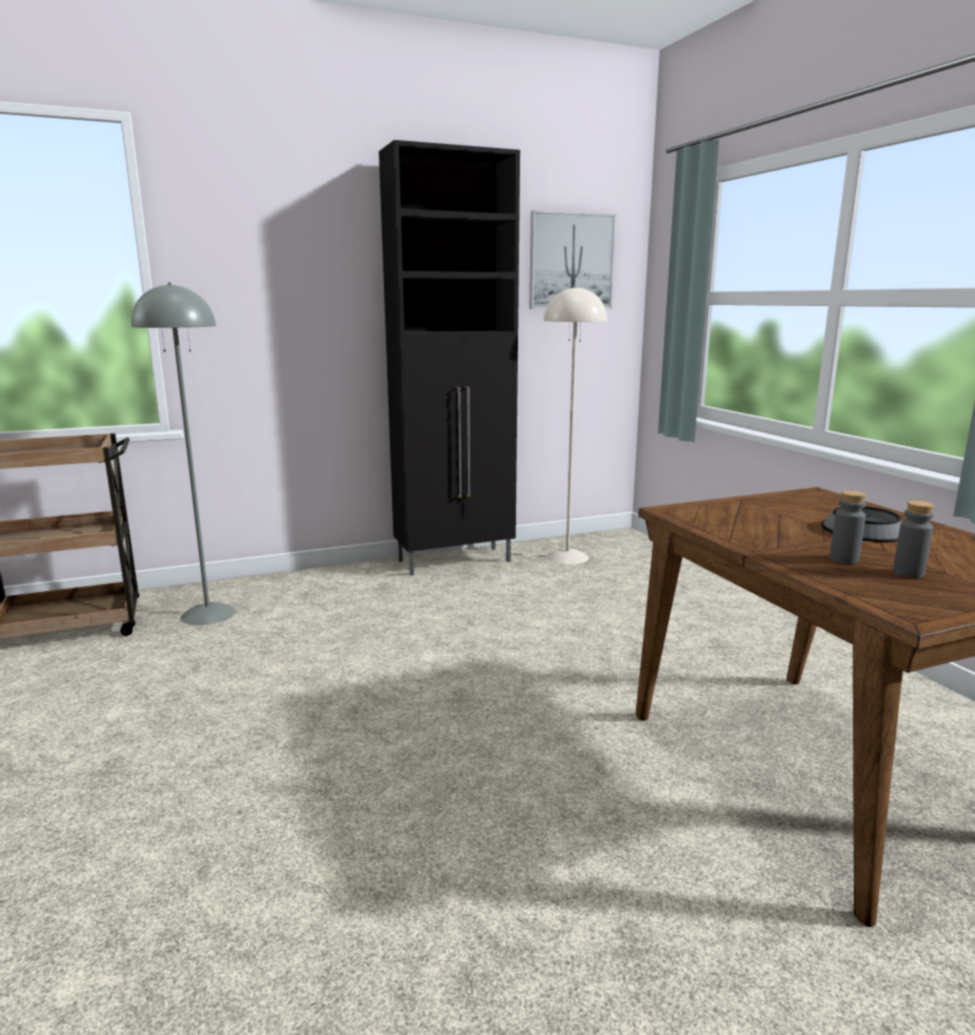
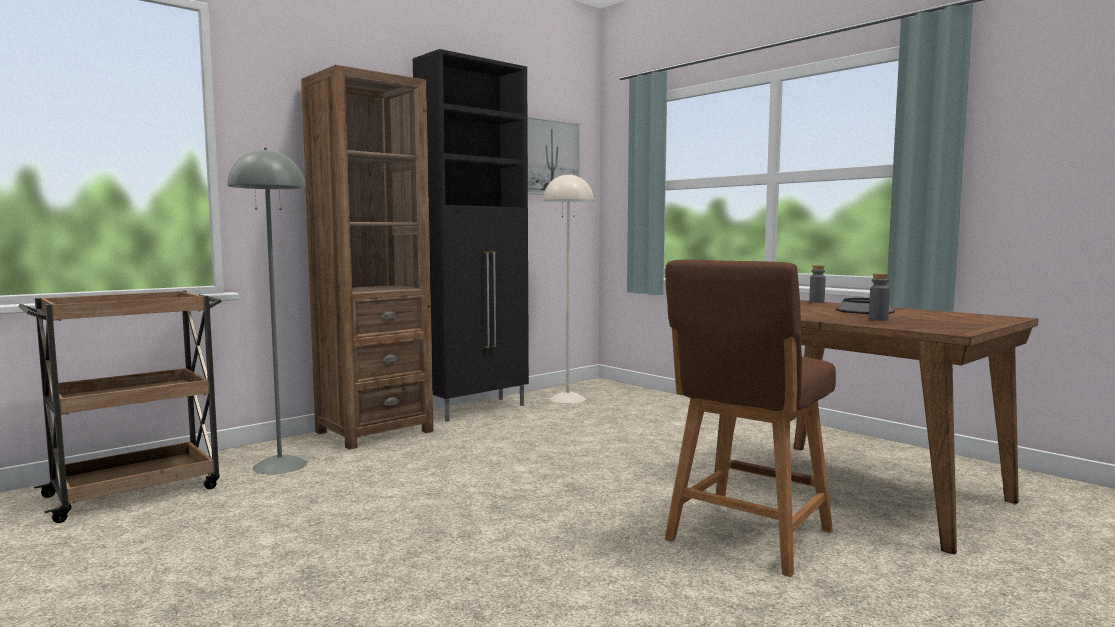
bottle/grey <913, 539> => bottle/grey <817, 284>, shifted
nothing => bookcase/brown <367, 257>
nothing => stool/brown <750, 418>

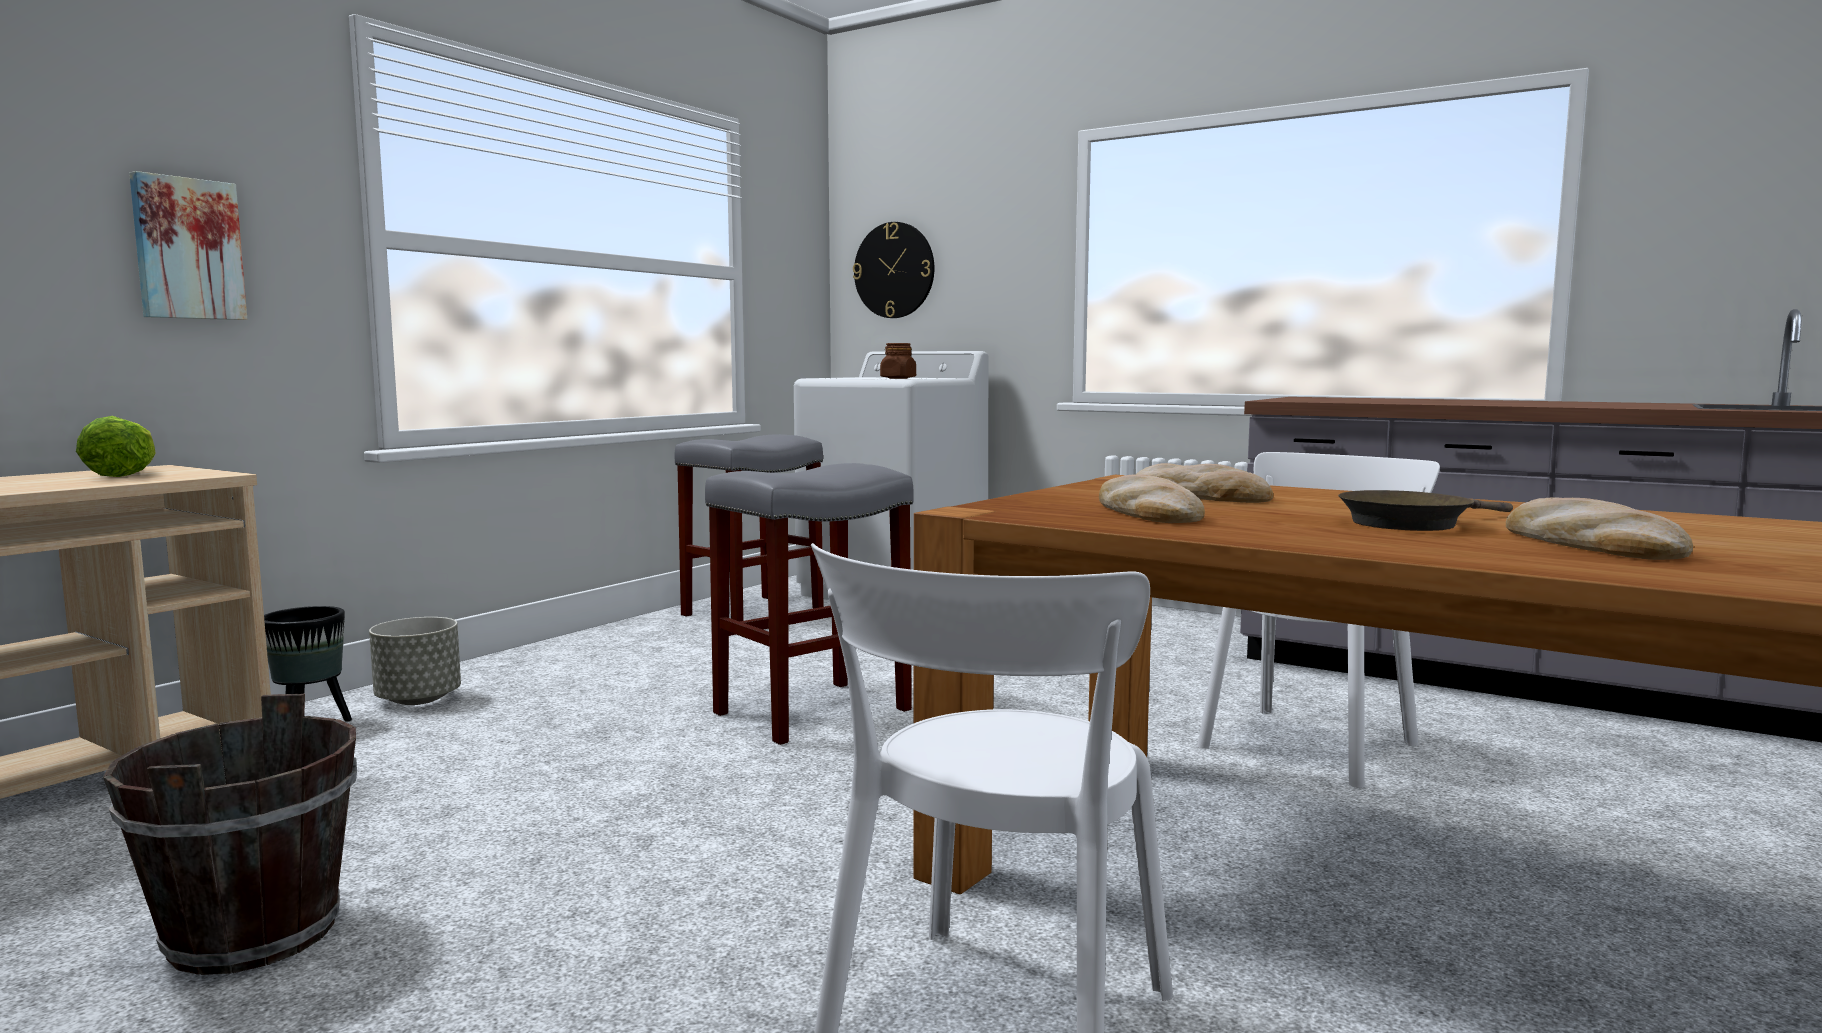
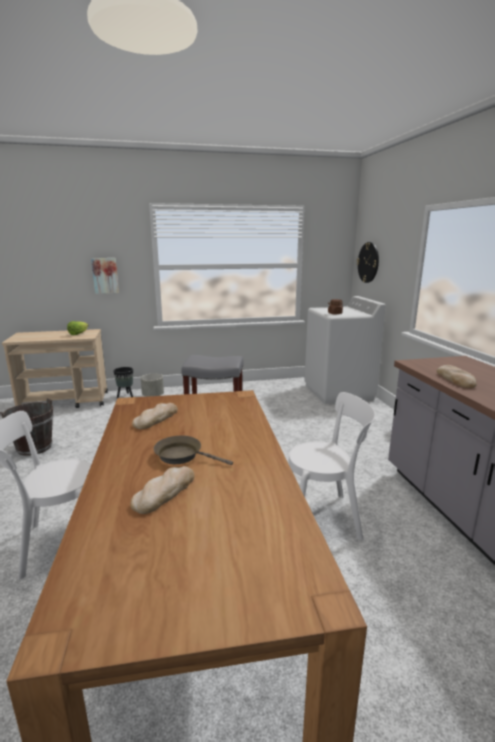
stool/grey <749, 528> => nothing
bread <1205, 483> => bread <457, 376>, shifted

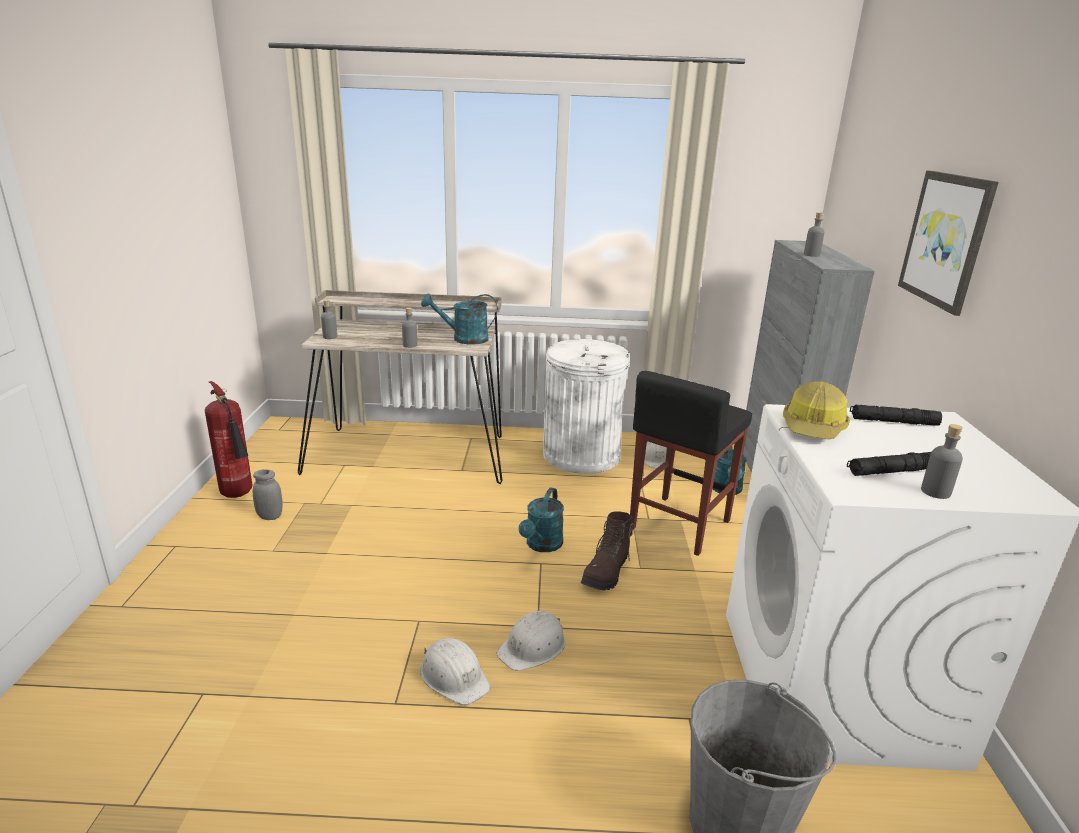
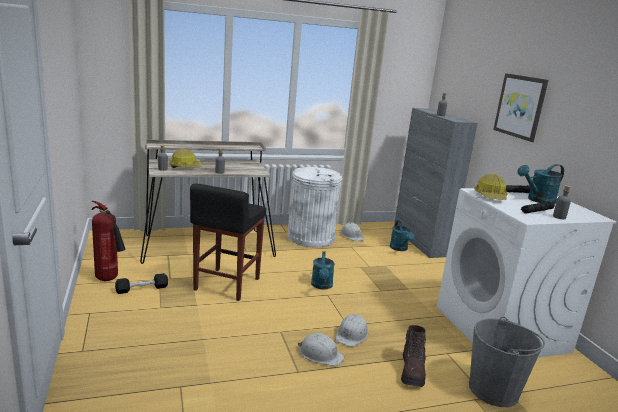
watering can/turquoise <459, 319> => watering can/turquoise <540, 184>, shifted
stool/black <691, 463> => stool/black <228, 242>, shifted
jar/grey <267, 494> => dumbbell/black <141, 283>
boot/brown <608, 551> => boot/brown <413, 356>, shifted
nothing => hard hat <186, 158>

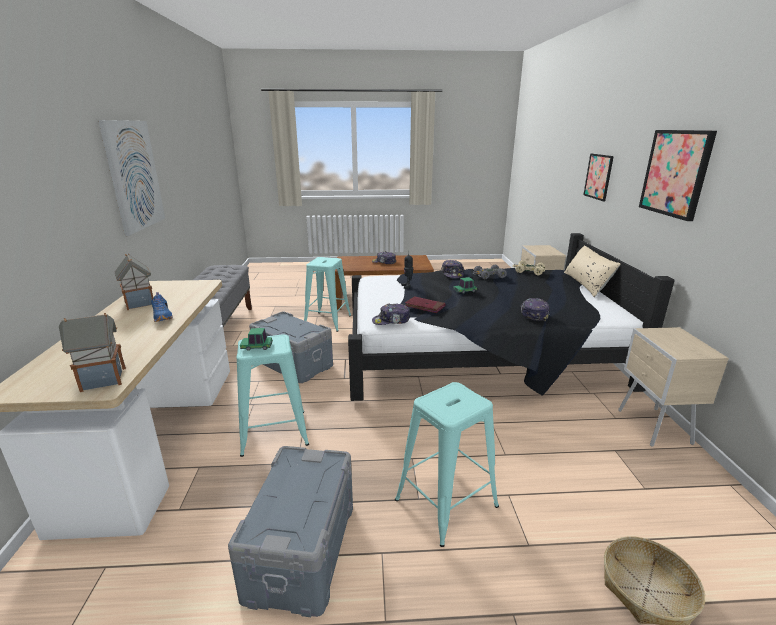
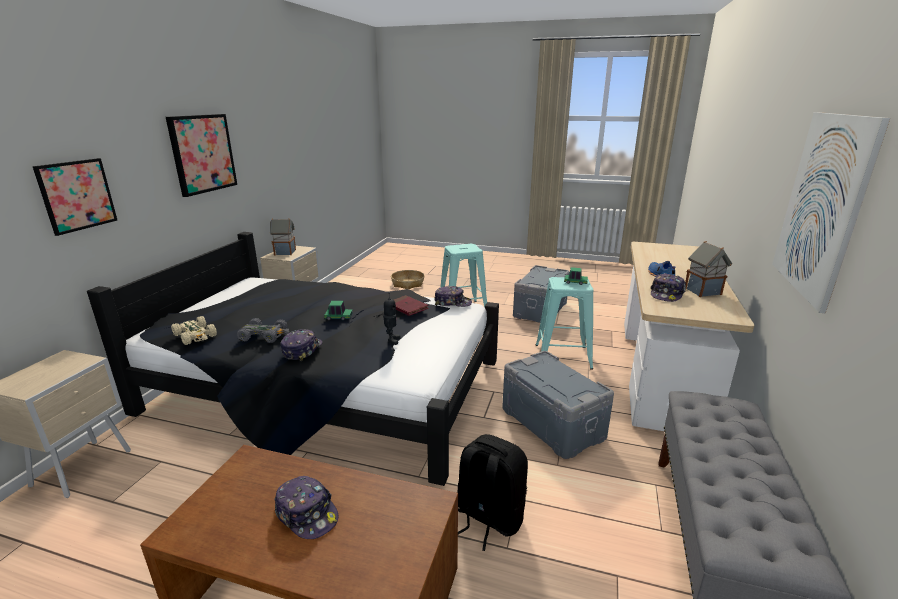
pillow/beige <592, 272> => nothing
stool/turquoise <327, 294> => backpack/black <493, 492>
cap <535, 309> => cap <668, 287>, shifted
toy house <92, 352> => toy house <283, 236>, shifted

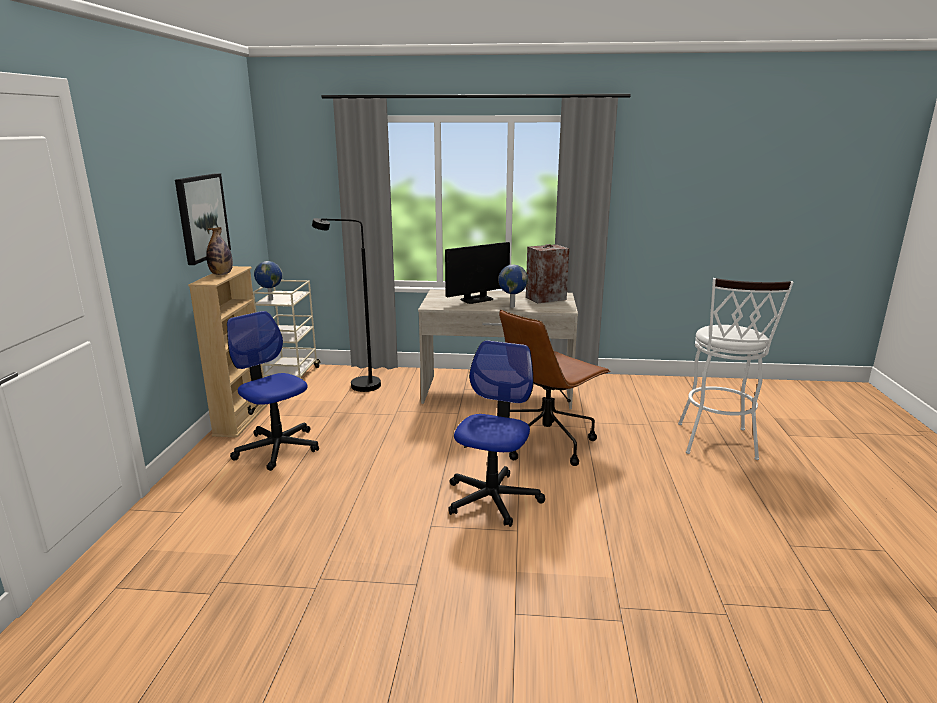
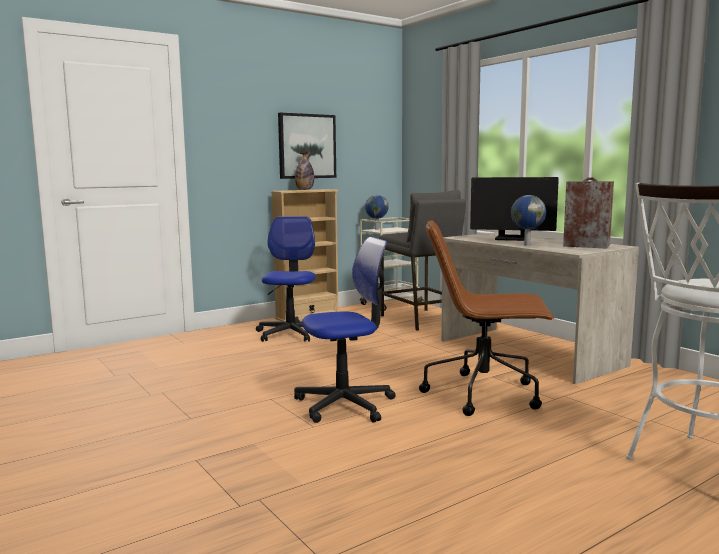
floor lamp/black <346, 305> => stool/grey <422, 260>

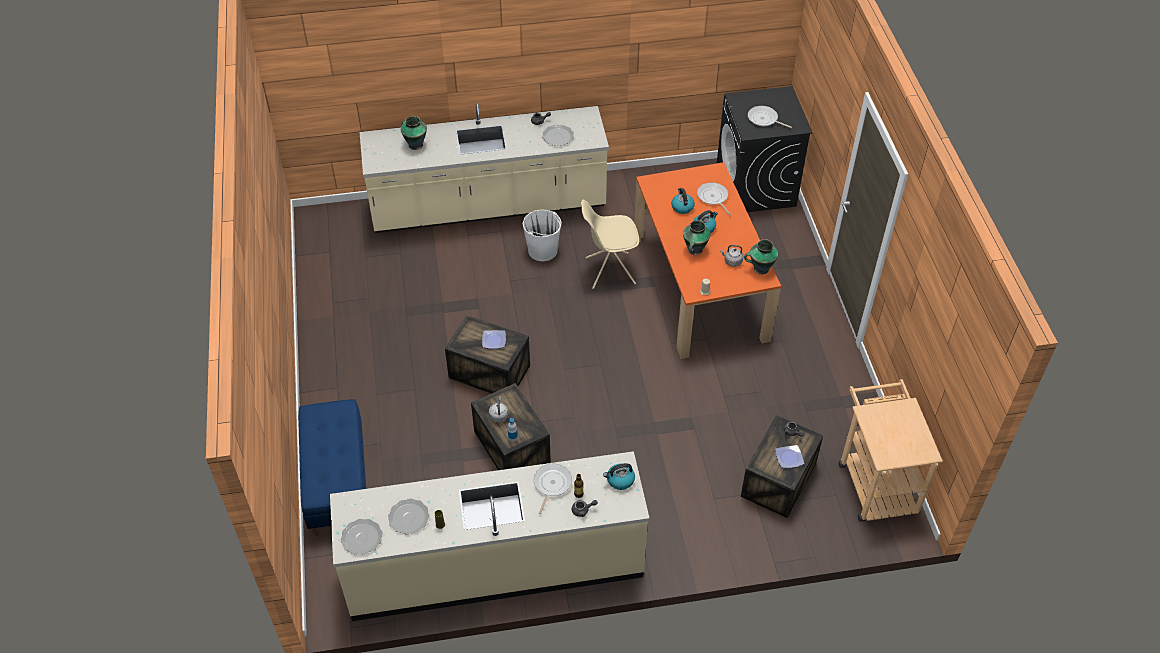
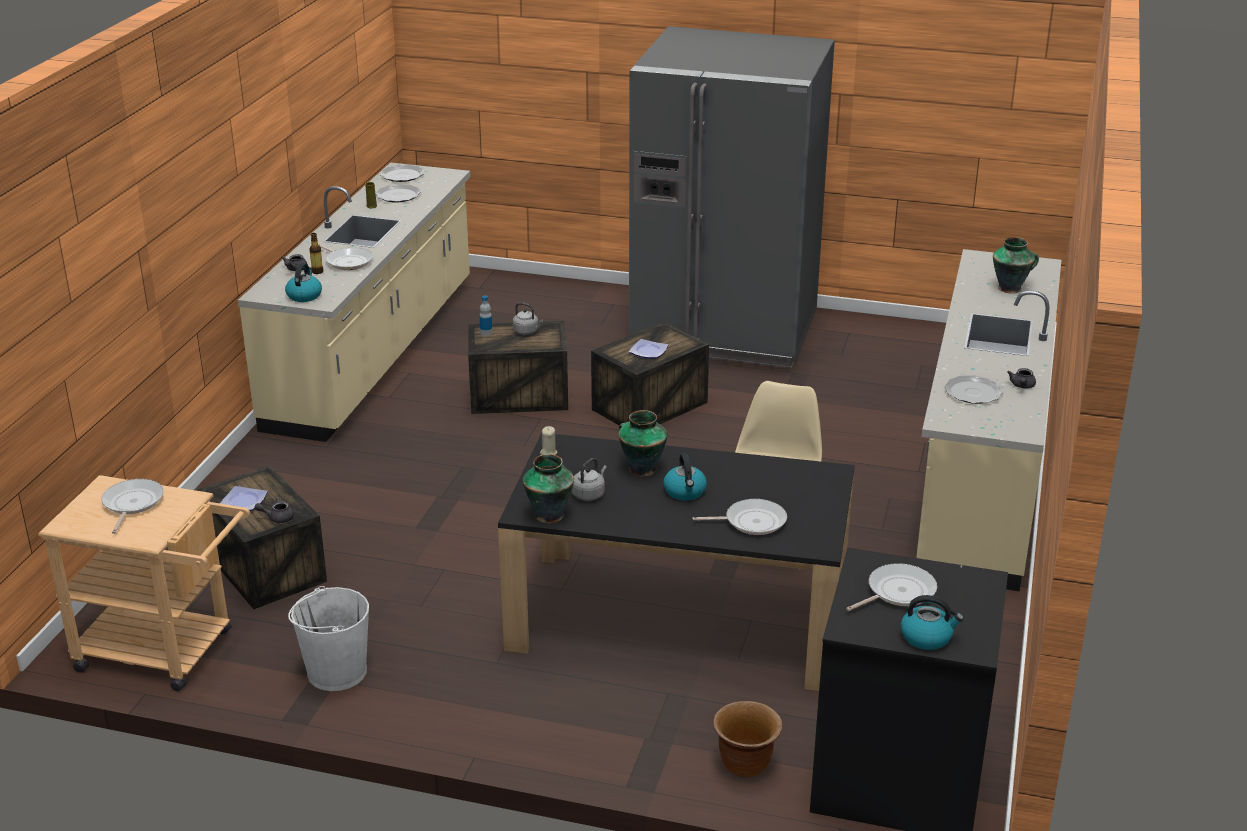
dining table/orange <707, 260> => dining table/black <676, 562>
kettle <683, 201> => kettle <932, 622>, shifted
bucket/white <542, 235> => bucket/white <328, 638>, shifted
bench/blue <332, 467> => nothing
nothing => fridge/grey <732, 197>
nothing => frying pan <132, 506>
nothing => planter/brown <747, 739>

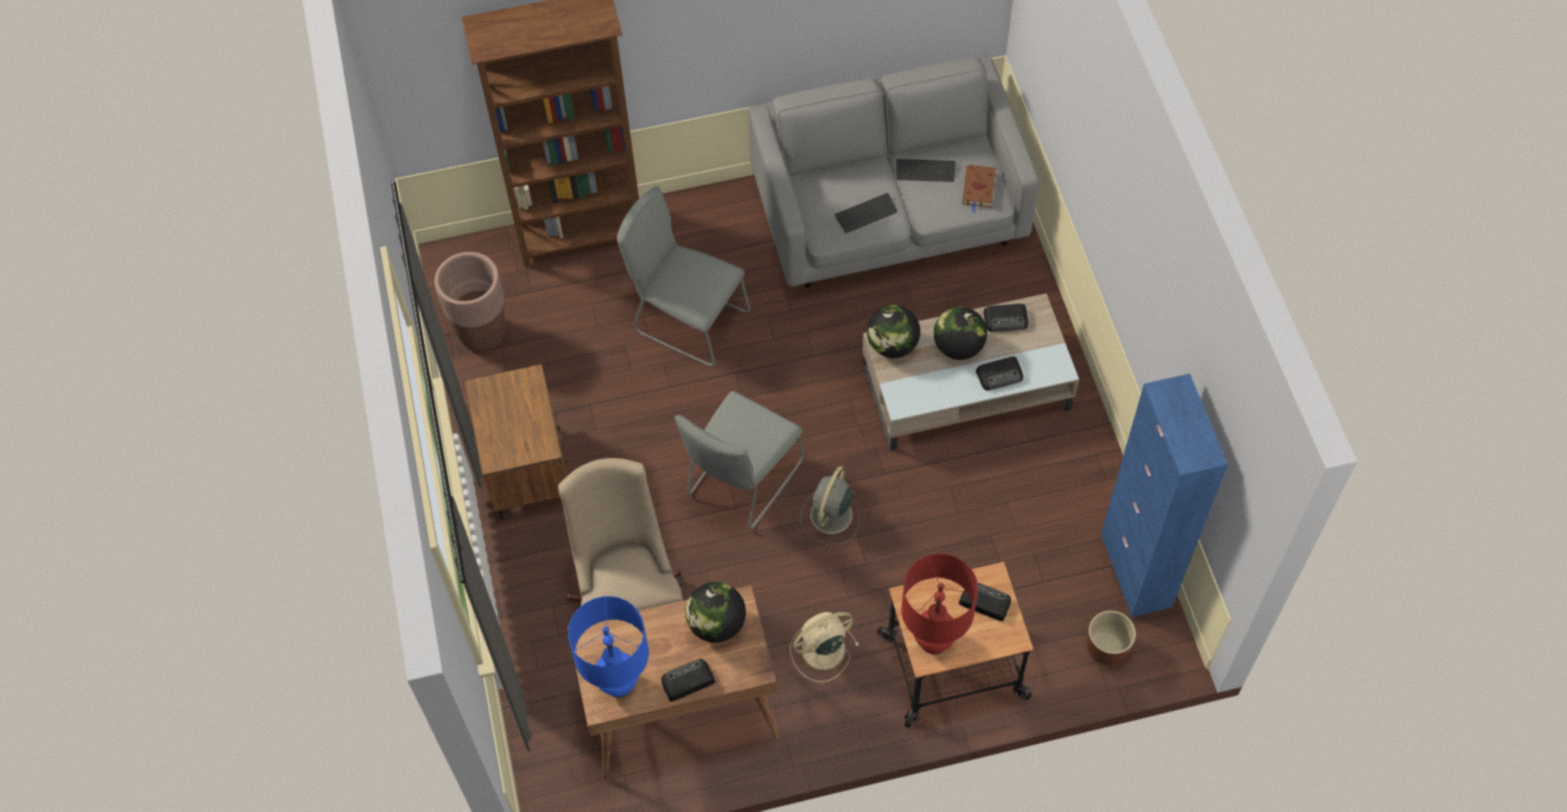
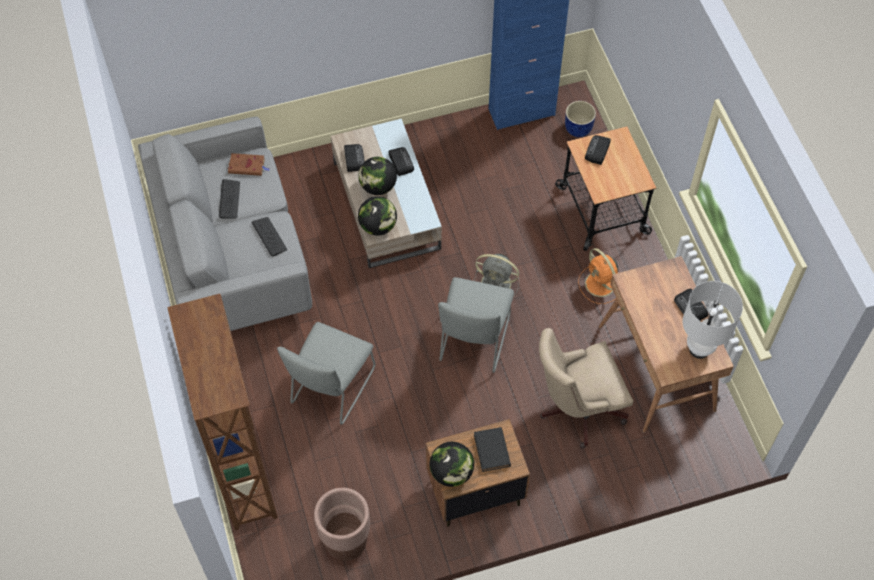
chair/grey <739, 460> => chair/grey <476, 325>, 75 degrees clockwise
table lamp/red <939, 604> => nothing
globe <715, 612> => globe <452, 464>, shifted
table lamp/blue <608, 646> => table lamp/white <713, 320>
planter/brown <1111, 638> => planter/blue <580, 119>
fan/beige <824, 647> => fan/orange <598, 276>
nothing => book/black <492, 449>

